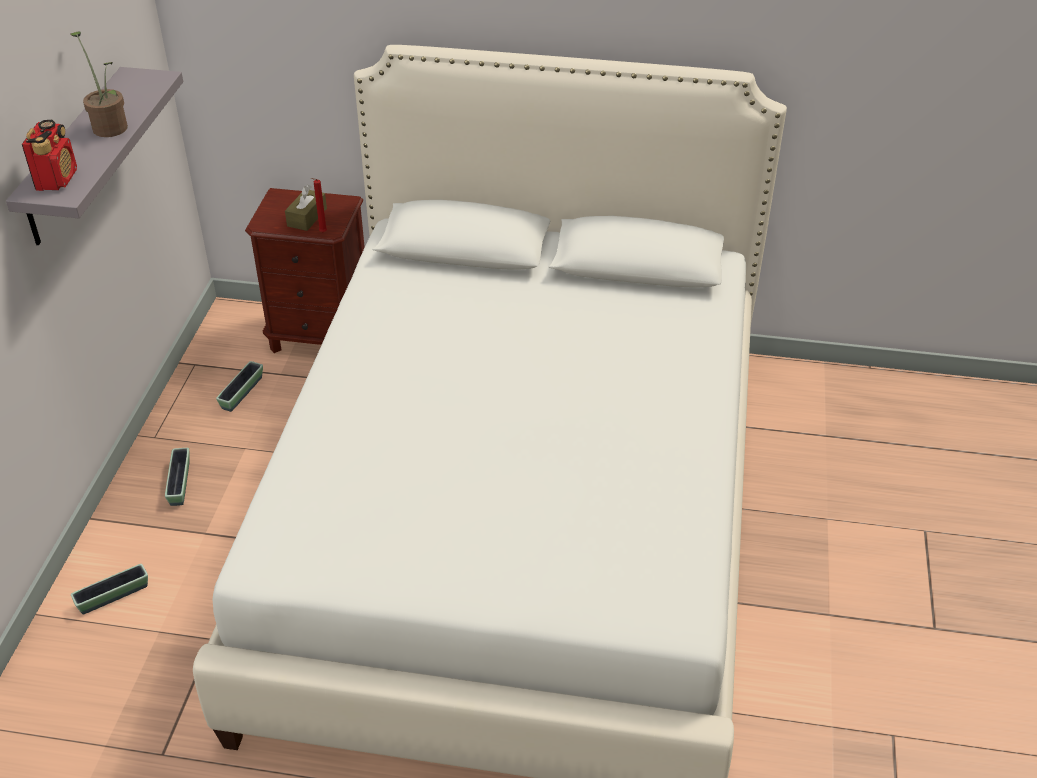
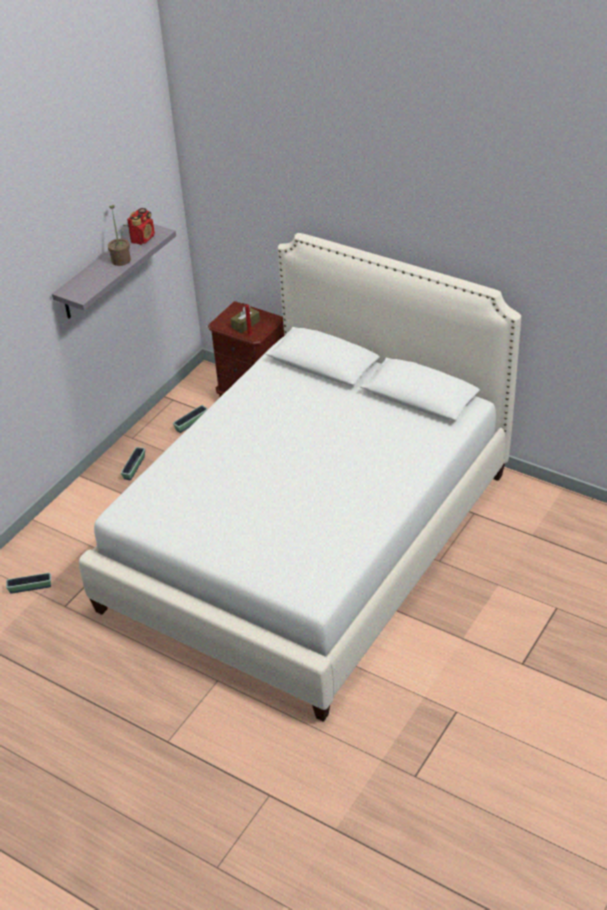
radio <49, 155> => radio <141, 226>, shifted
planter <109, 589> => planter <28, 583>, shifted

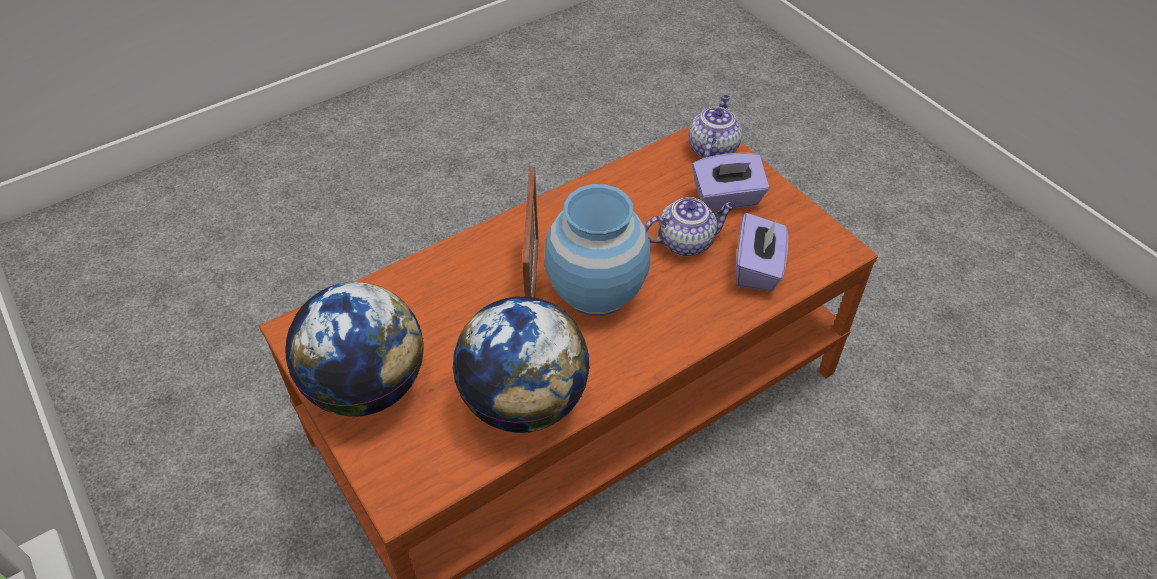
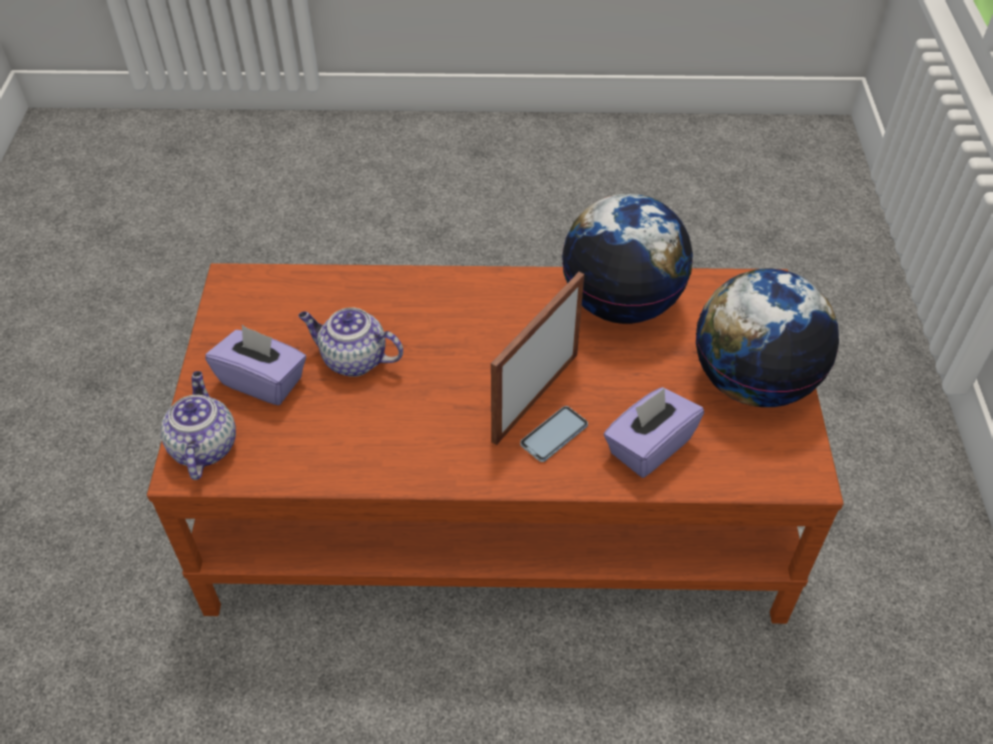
teapot <715, 126> => teapot <198, 425>, 120 degrees clockwise
vase/blue <597, 250> => nothing
tissue box/purple <762, 252> => tissue box/purple <653, 432>, shifted
nothing => phone <554, 434>

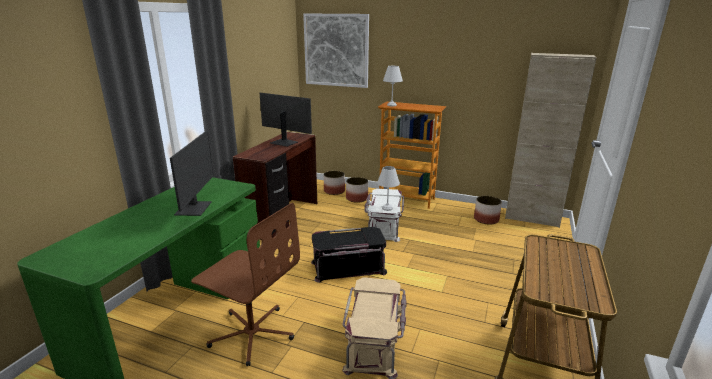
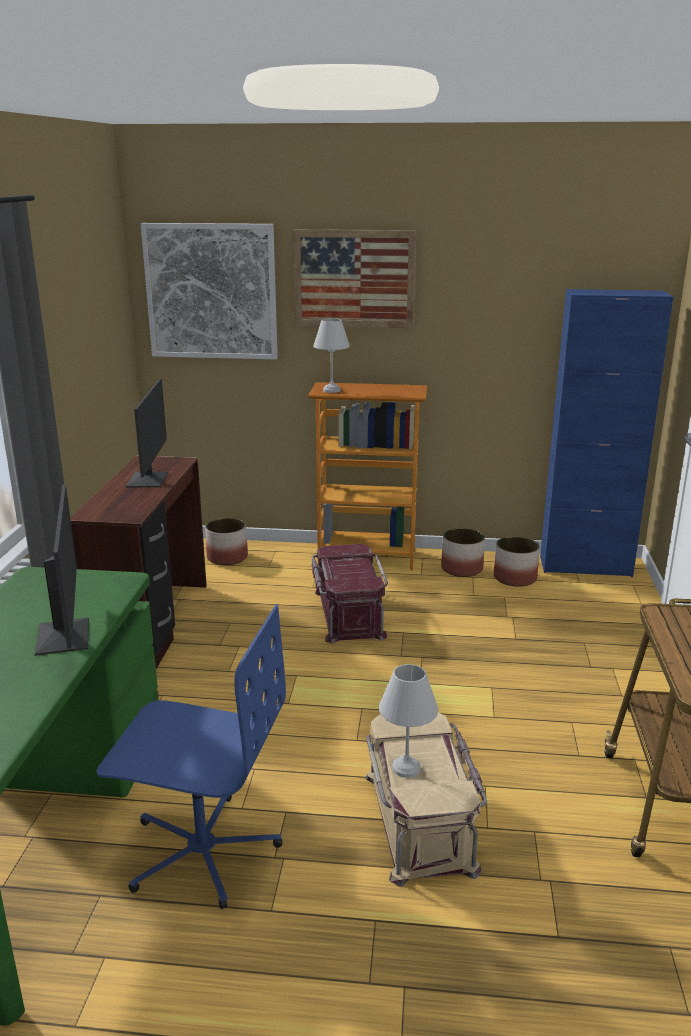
cabinet/beige <551, 140> => cabinet/blue <606, 433>
monitor <286, 120> => monitor <147, 433>, 75 degrees clockwise
table lamp/white <388, 188> => table lamp/white <408, 721>, shifted
planter <357, 190> => planter <463, 552>, shifted
storage box/white <384, 215> => storage box/red <349, 594>
office chair/brown <245, 284> => office chair/blue <191, 756>
storage box/black <349, 255> => nothing
nothing => picture <354, 278>

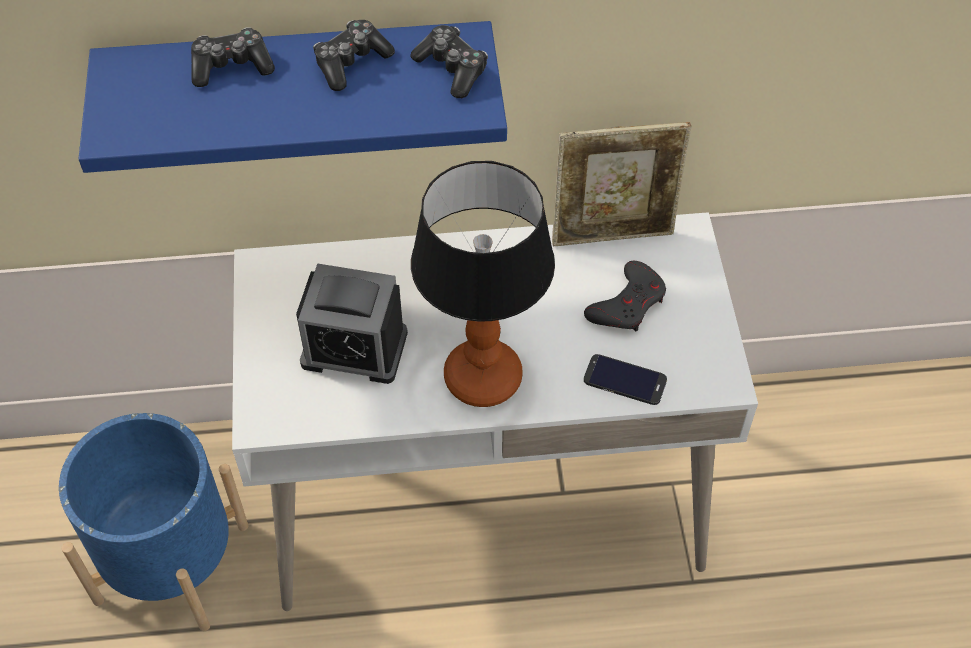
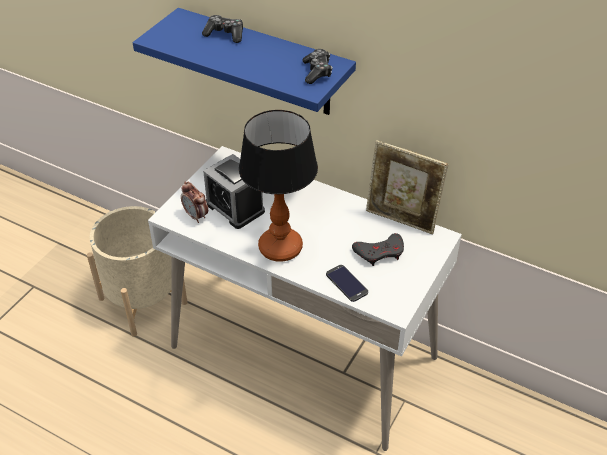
game controller <354, 55> => nothing
planter/blue <153, 522> => planter/beige <137, 271>
nothing => alarm clock <194, 202>

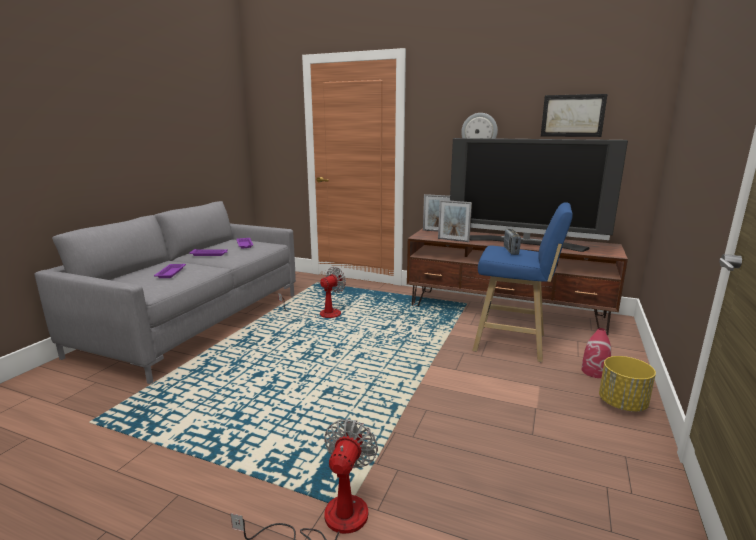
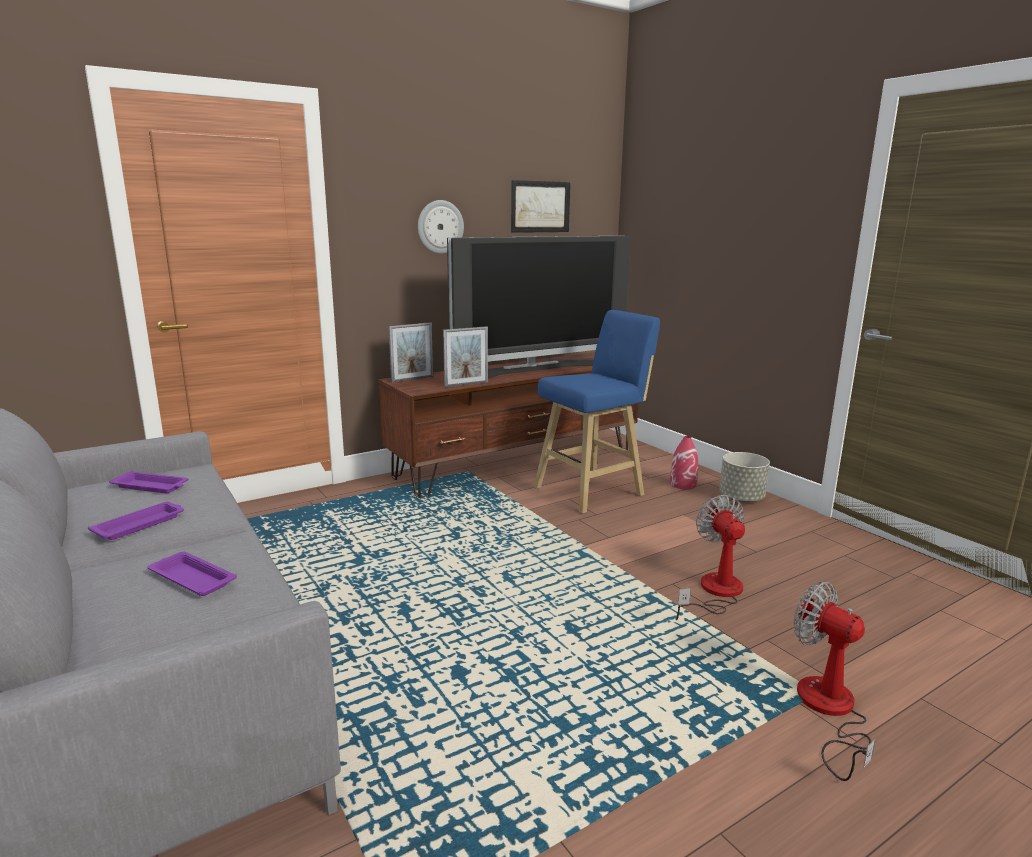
radio <512, 242> => nothing
fan <312, 293> => fan <710, 557>, shifted
planter/yellow <627, 384> => planter/grey <744, 477>

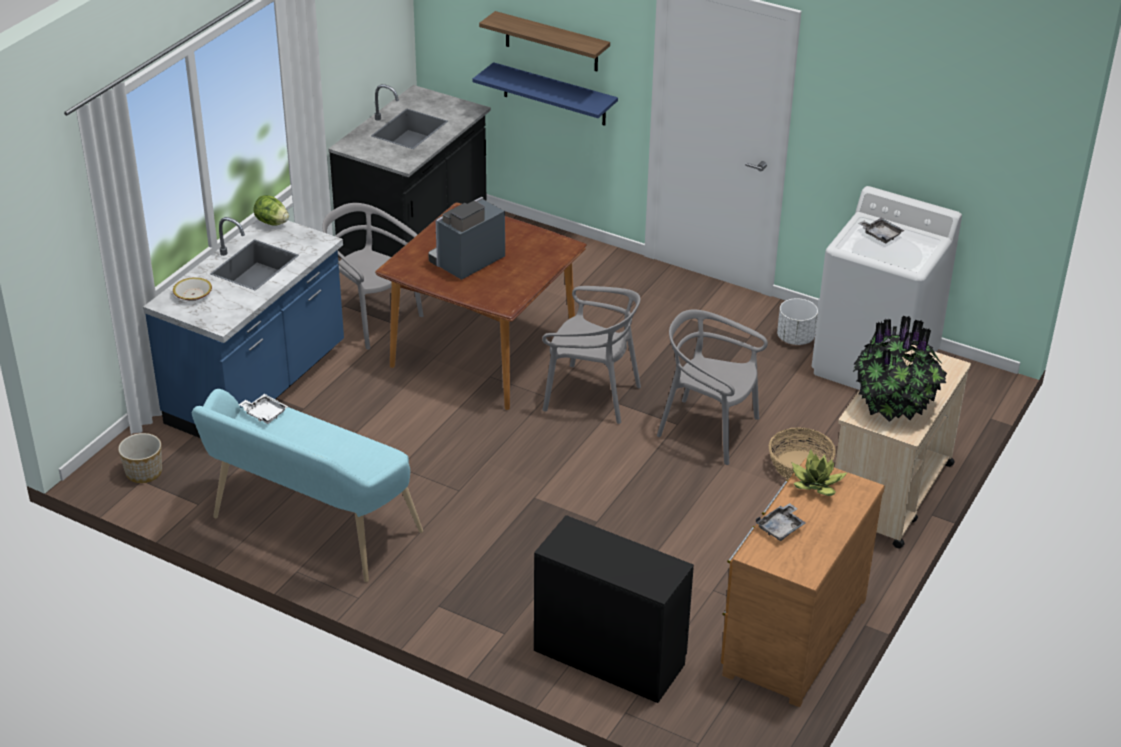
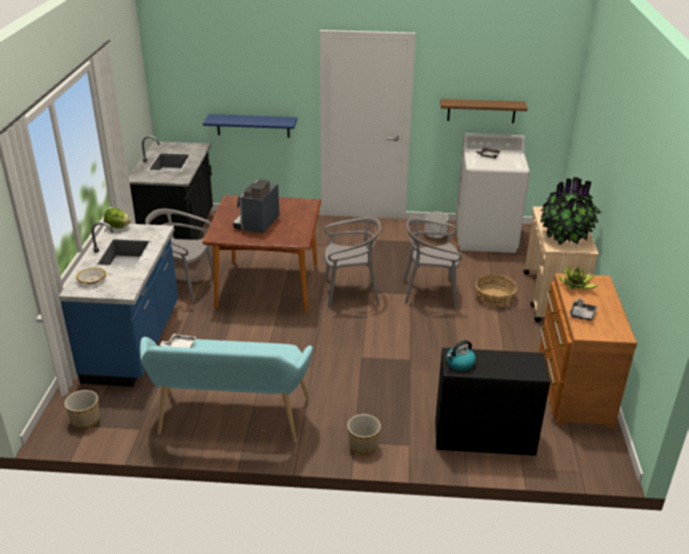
shelf <544, 41> => shelf <484, 111>, shifted
nothing => kettle <461, 355>
nothing => planter <364, 434>

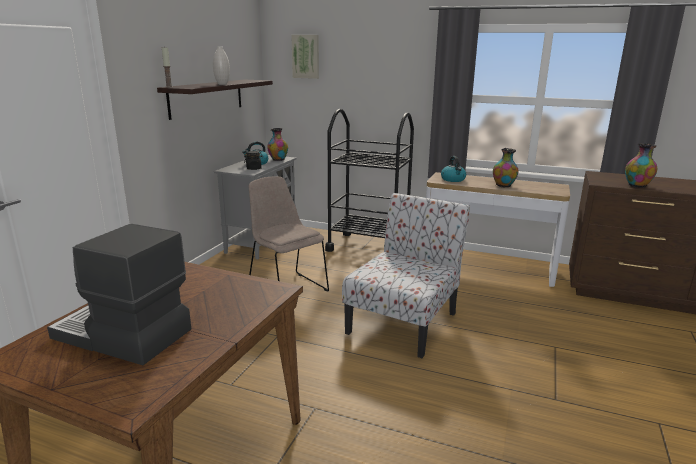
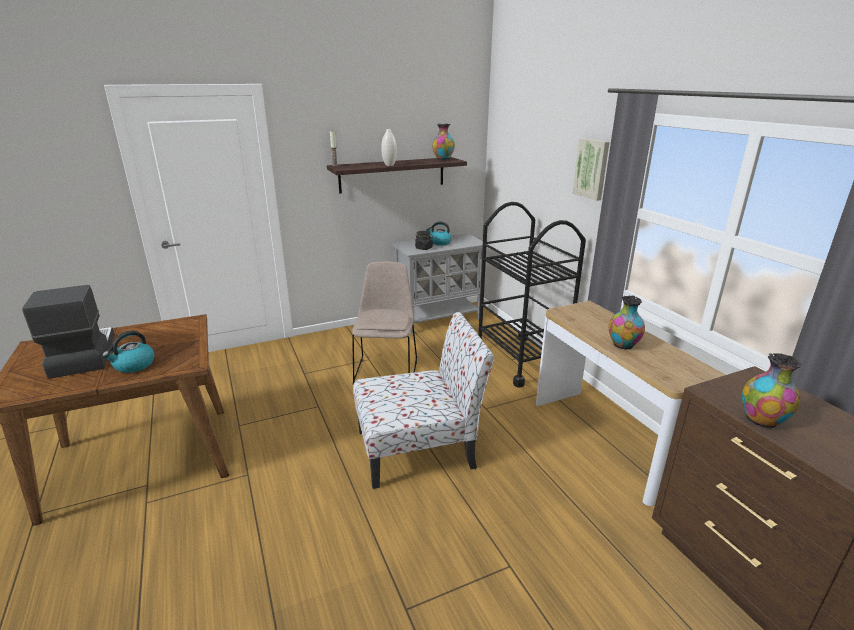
picture <305, 57> => picture <591, 169>, shifted
vase <277, 144> => vase <443, 142>, shifted
kettle <453, 169> => kettle <128, 352>, shifted

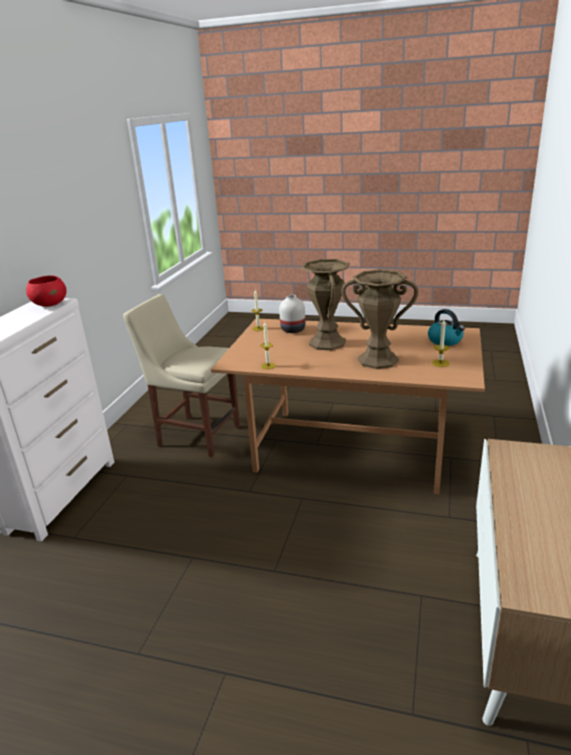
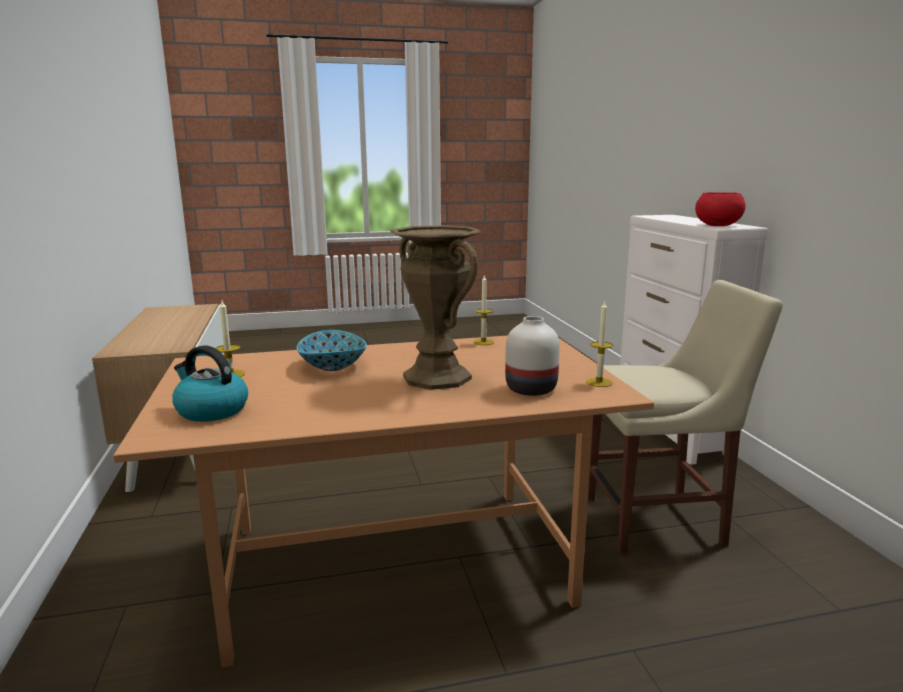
vase/brown <380, 319> => bowl <331, 350>

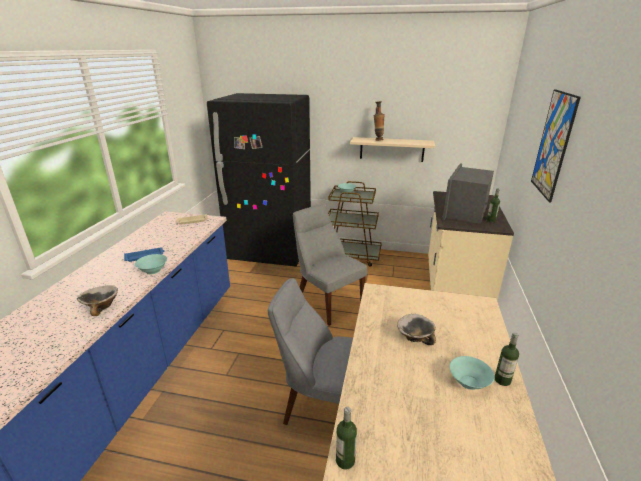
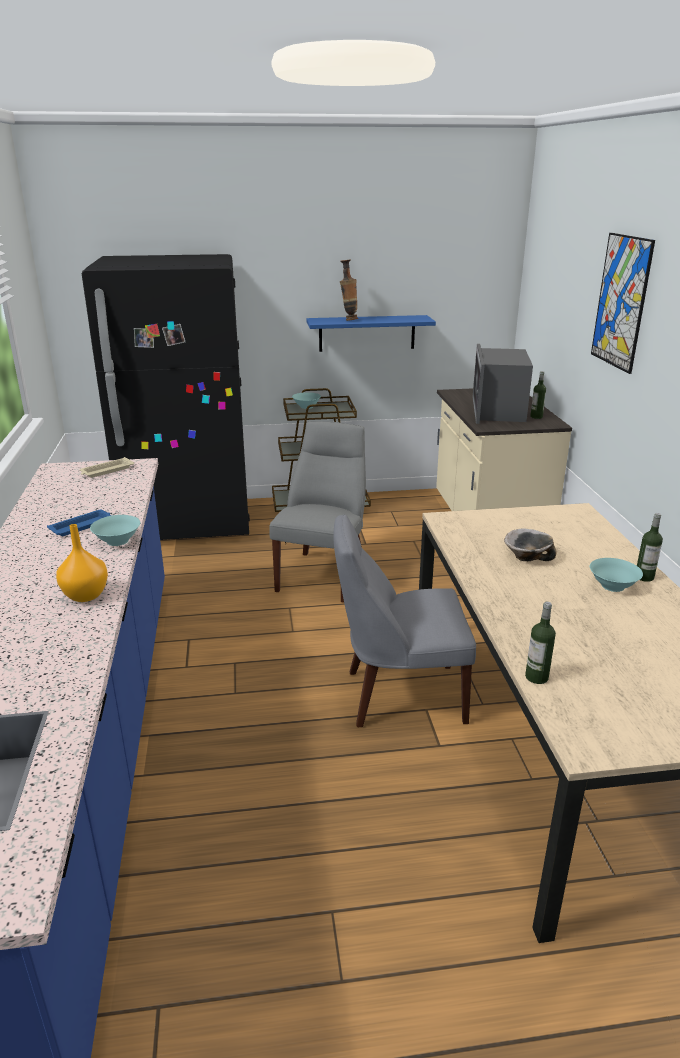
shelf/beige <392, 149> => shelf/blue <371, 333>
chair/grey <330, 265> => chair/grey <317, 512>, 75 degrees clockwise
bowl <97, 300> => vase/orange <82, 563>

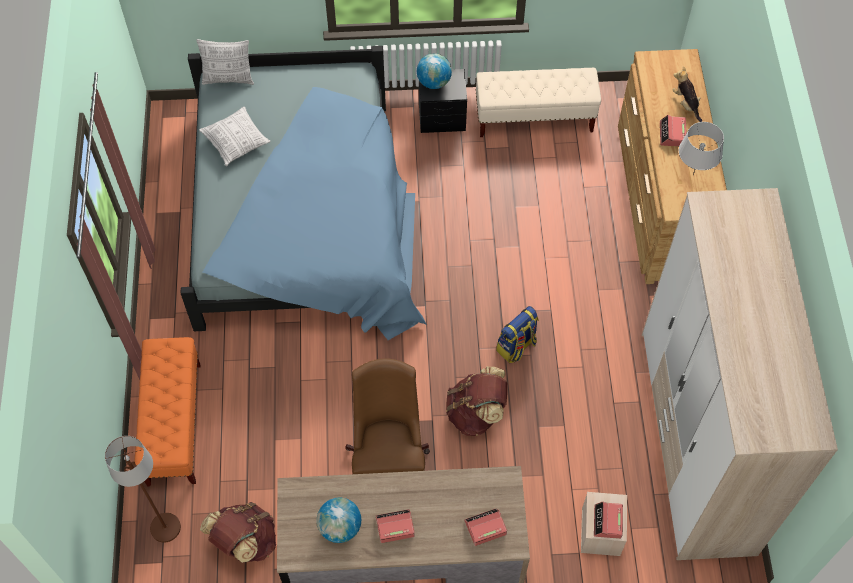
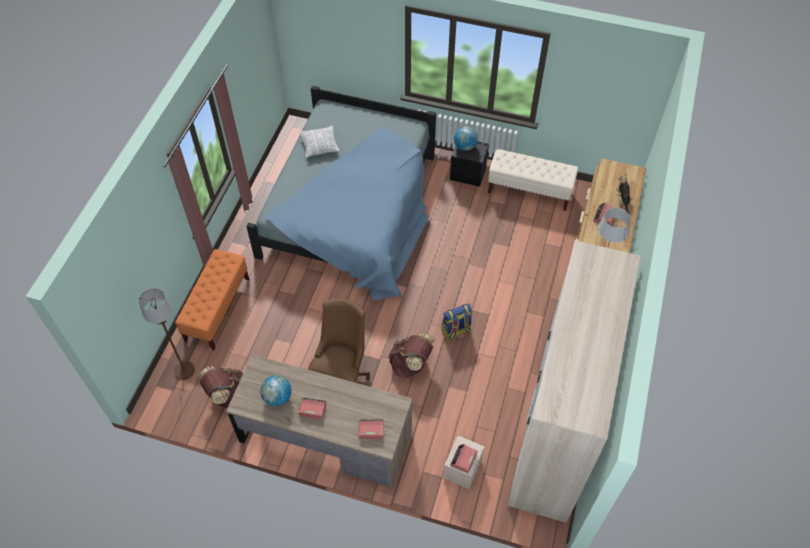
pillow <225, 62> => nothing

